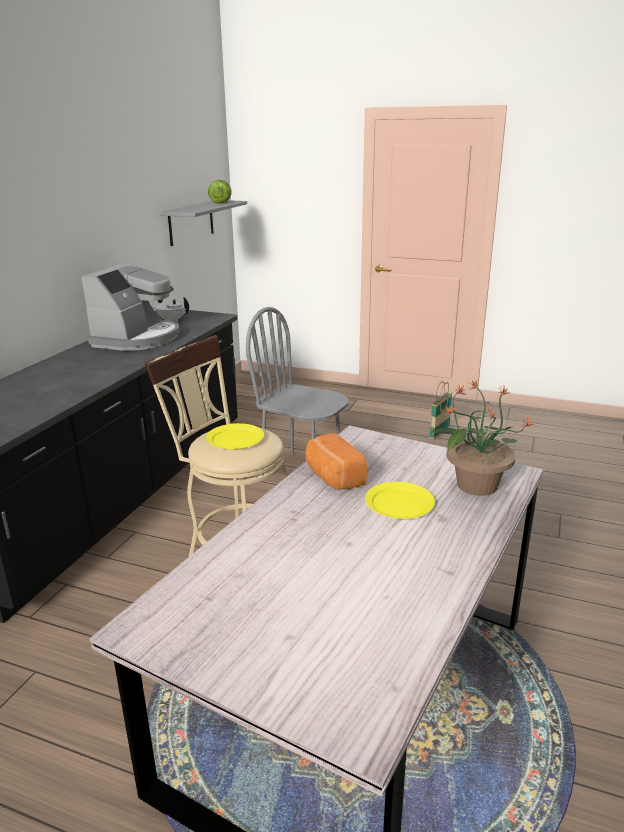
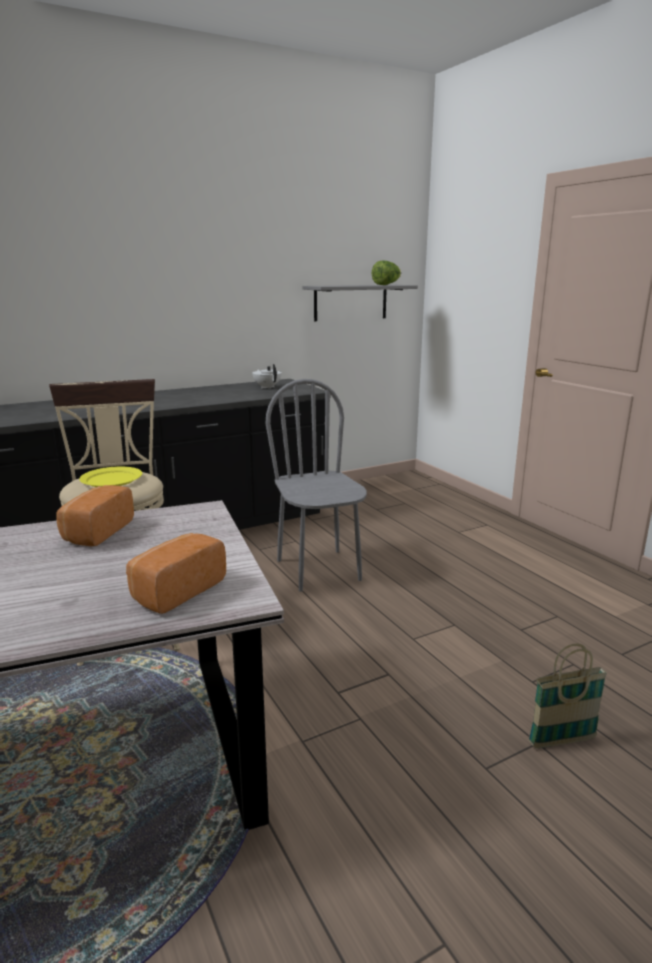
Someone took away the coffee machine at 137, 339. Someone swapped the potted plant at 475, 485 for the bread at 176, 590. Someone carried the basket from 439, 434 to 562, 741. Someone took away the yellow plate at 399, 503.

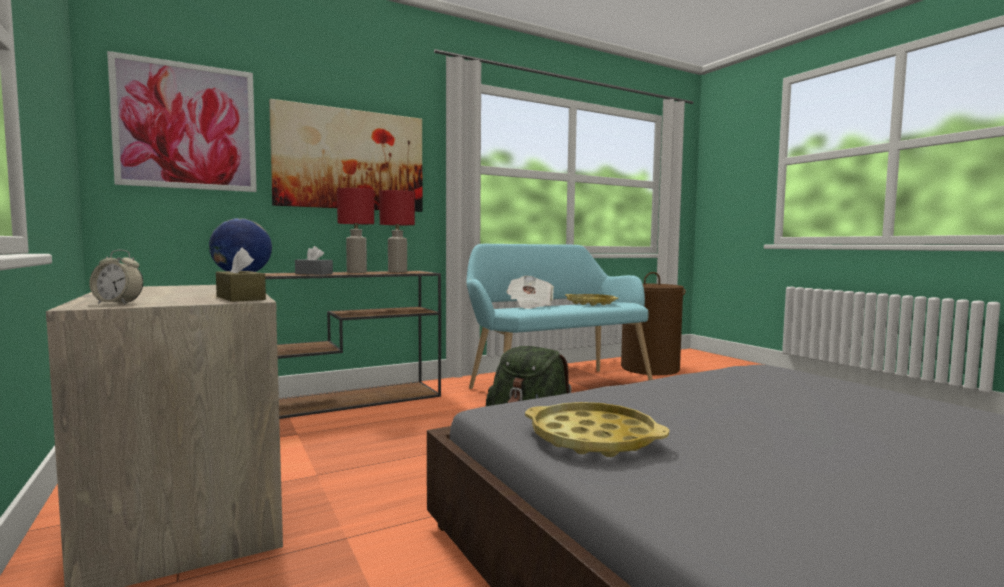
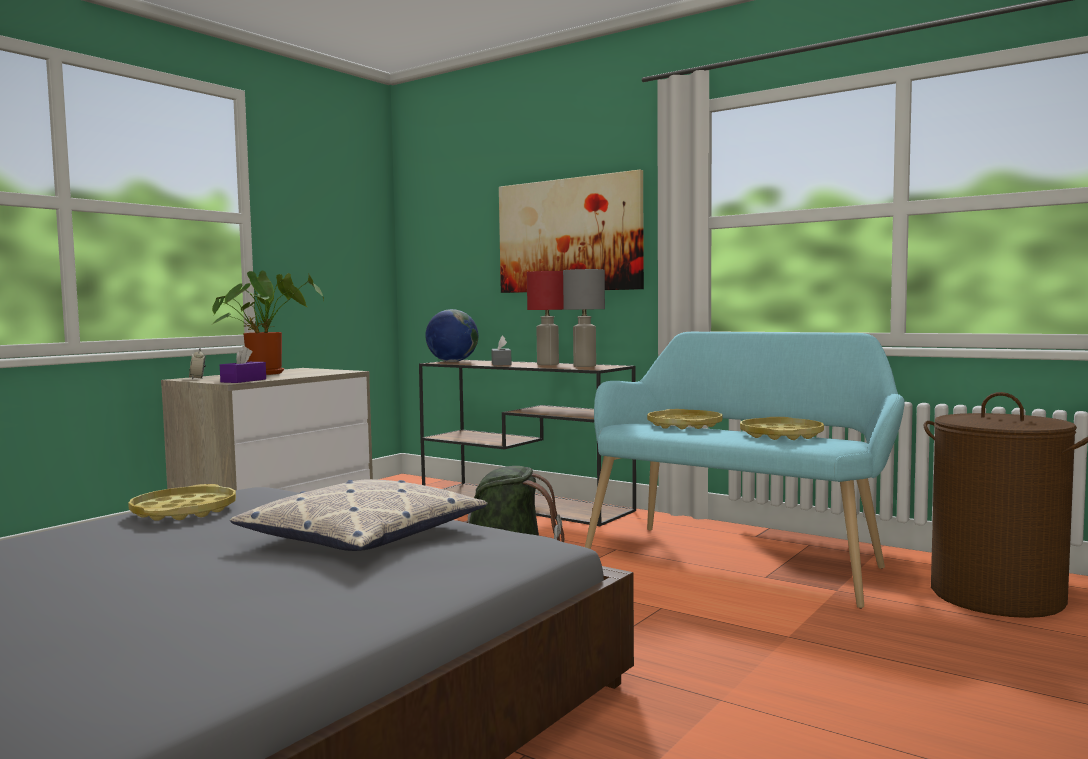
Someone took away the picture at 187, 126. Someone repainted the red table lamp at 398, 272, which became the grey table lamp at 584, 366. Someone repainted the brown tissue box at 240, 298, which became the purple tissue box at 243, 380. Someone swapped the newspaper at 530, 305 for the yellow tray at 684, 425. Someone put down the potted plant at 267, 373. Someone put down the pillow at 363, 535.

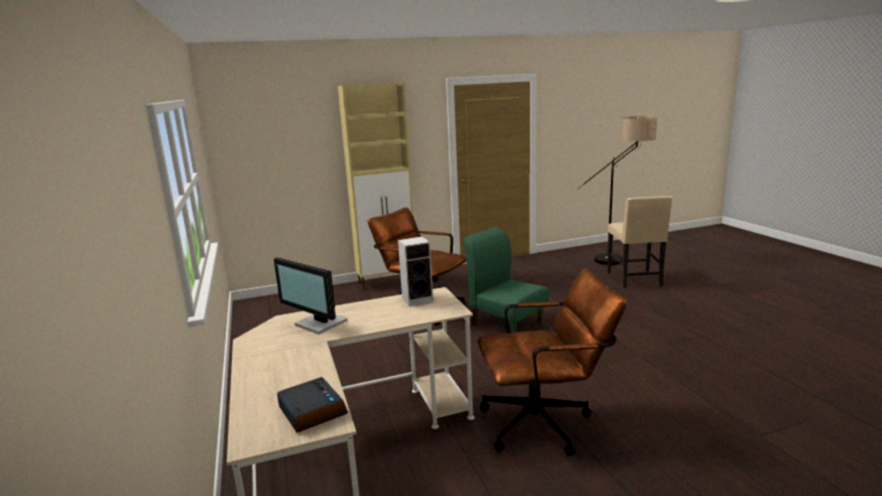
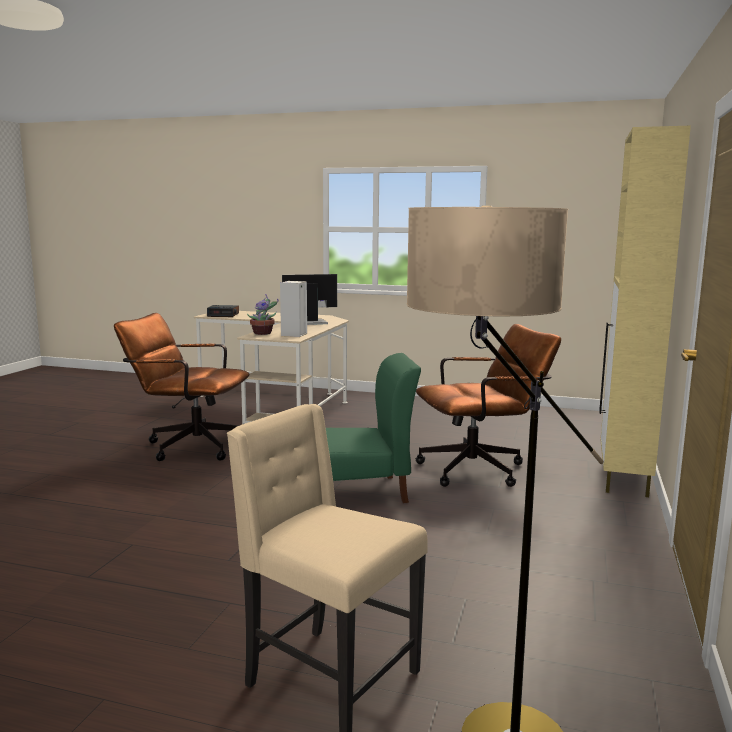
Someone rotated the brown office chair at 545, 423 by 75 degrees clockwise. Someone put down the potted plant at 263, 333.

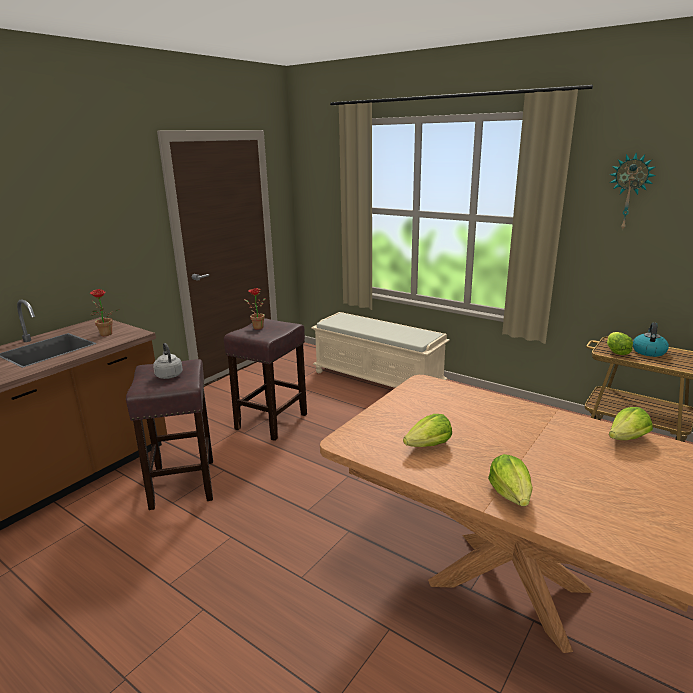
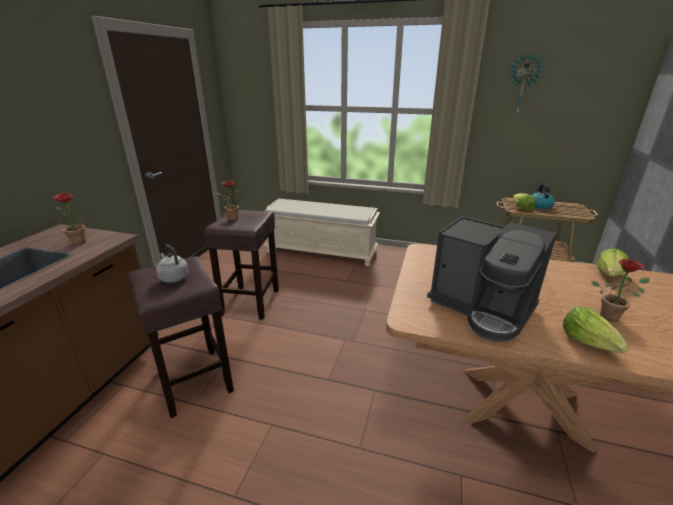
Someone swapped the lettuce at 429, 446 for the coffee machine at 482, 308. Someone put down the potted plant at 611, 316.

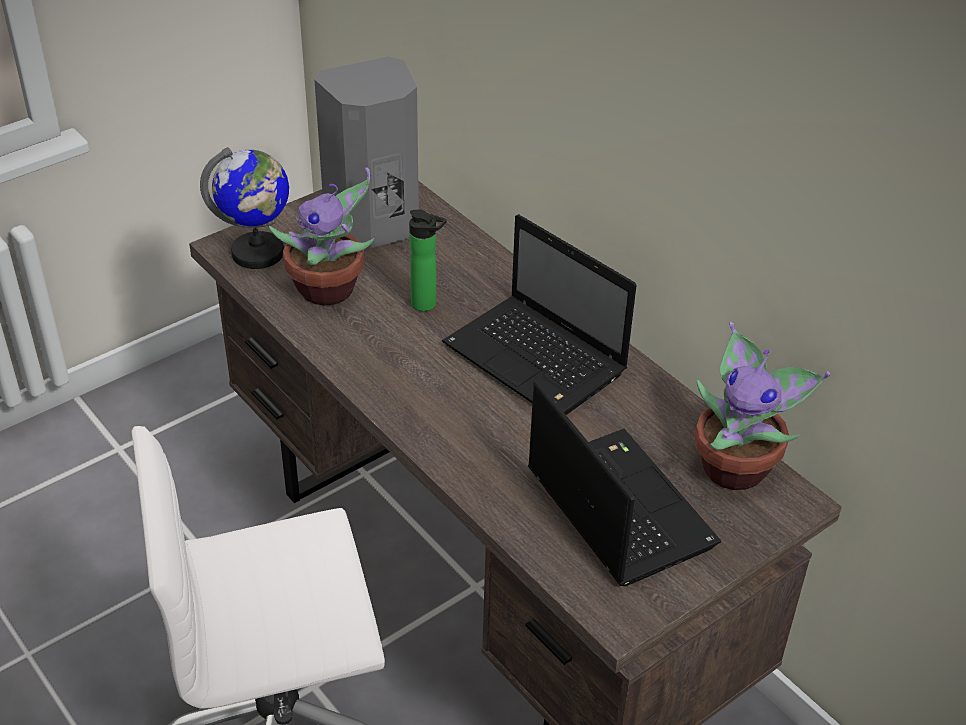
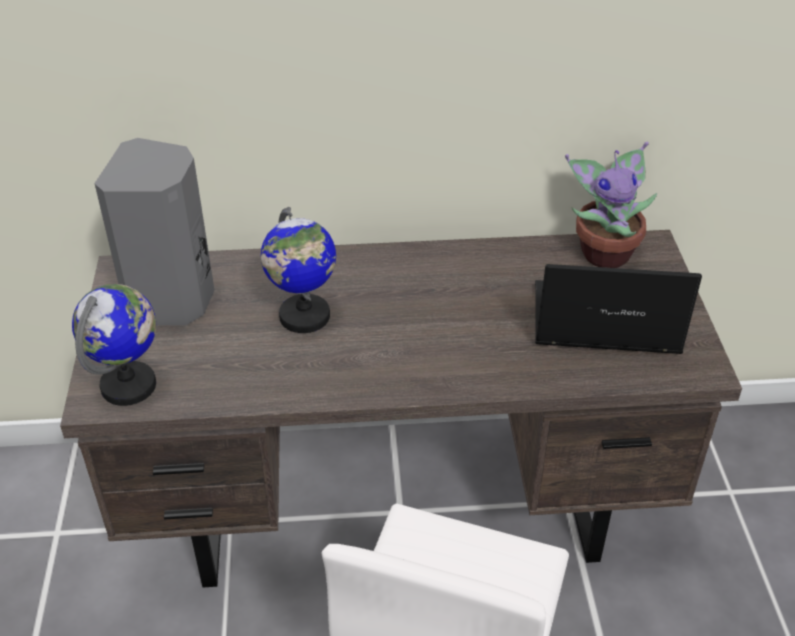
Someone took away the potted plant at 329, 290. Someone swapped the bottle at 427, 305 for the globe at 304, 316. Someone took away the laptop at 538, 360.

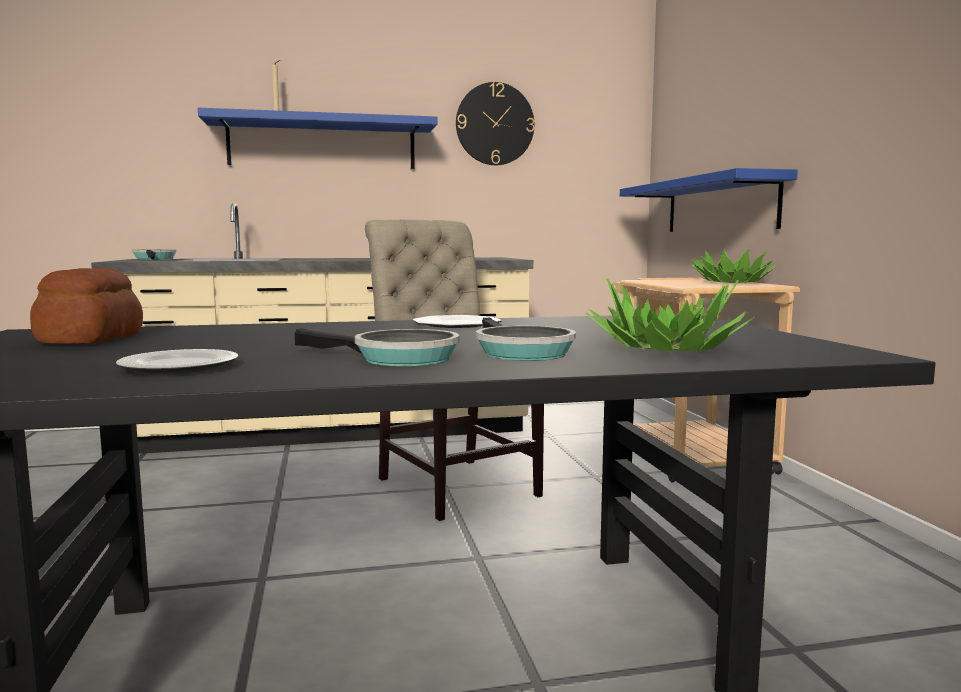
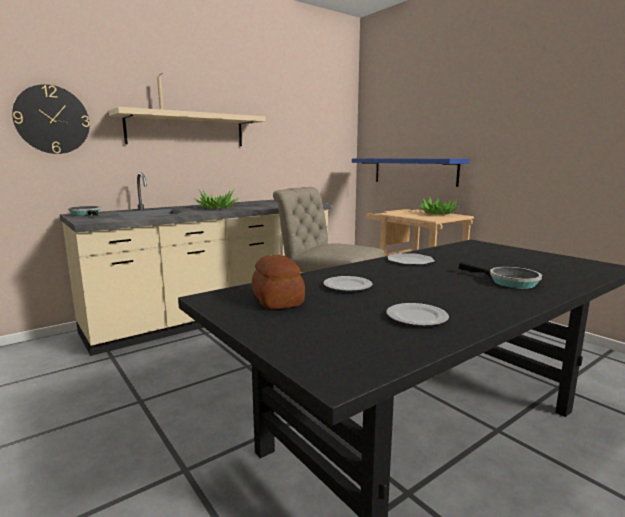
Someone carried the wall clock from 495, 124 to 52, 120. Someone repainted the blue shelf at 322, 144, which became the beige shelf at 186, 130. Someone carried the potted plant from 666, 348 to 217, 208. Someone took away the frying pan at 397, 358. Someone put down the plate at 347, 286.

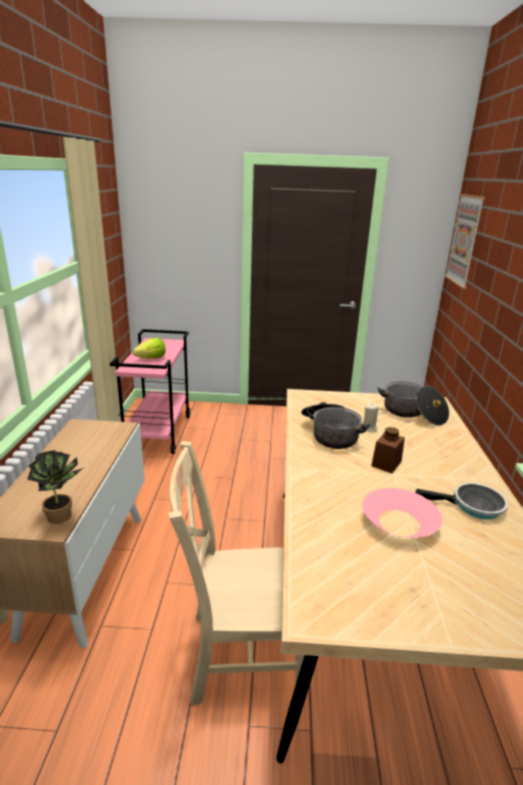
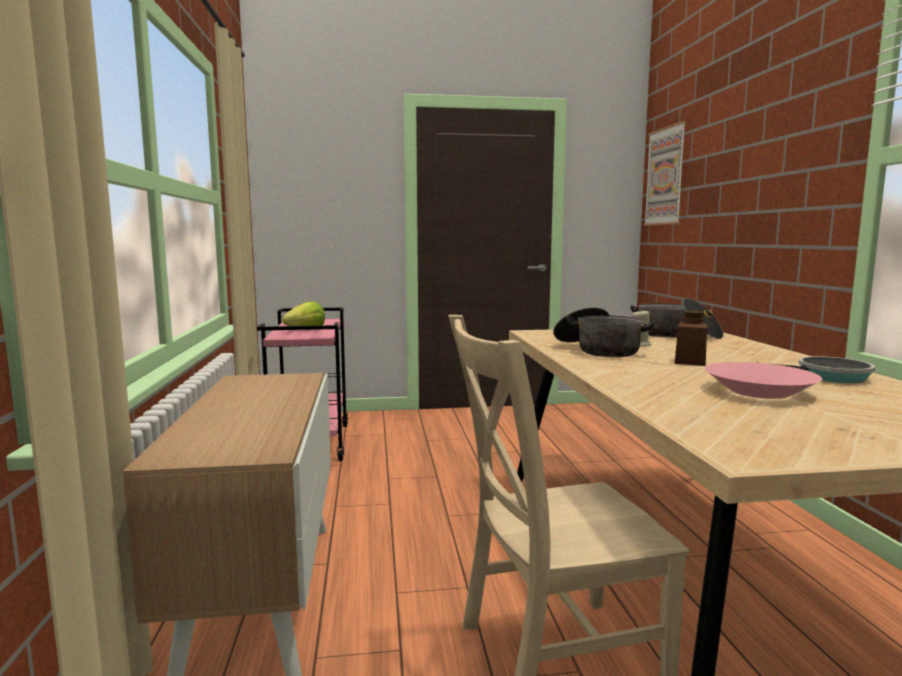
Someone took away the potted plant at 63, 516.

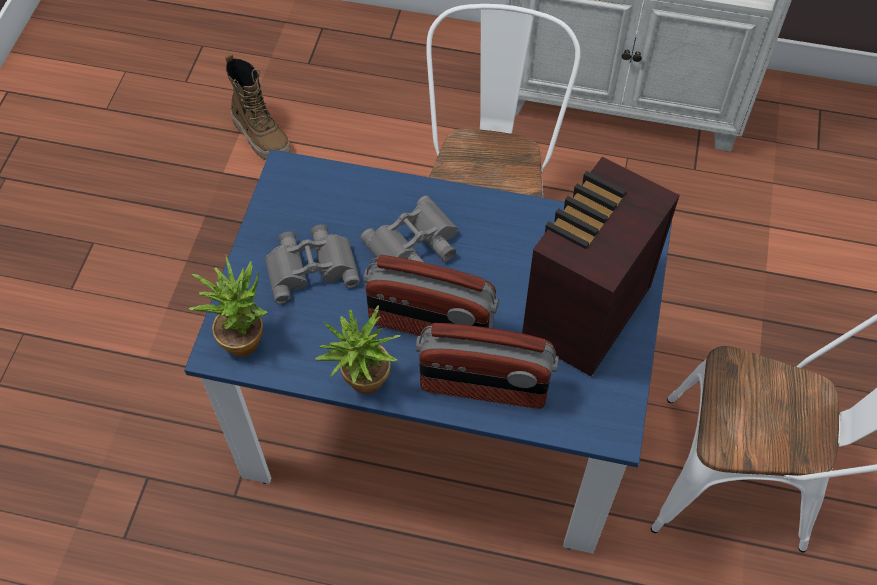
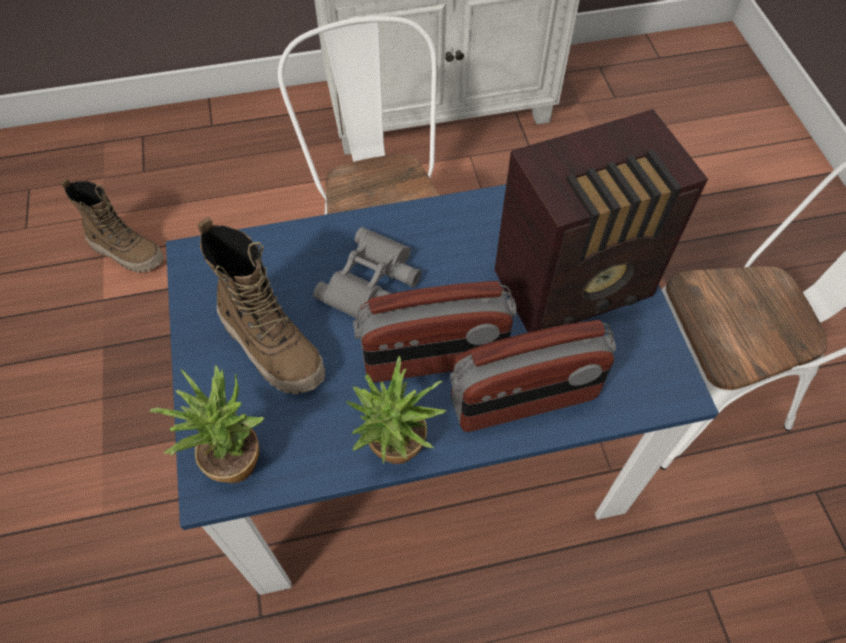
Someone rotated the radio at 582, 313 by 120 degrees counterclockwise. Someone swapped the grey binoculars at 311, 266 for the boot at 273, 347.

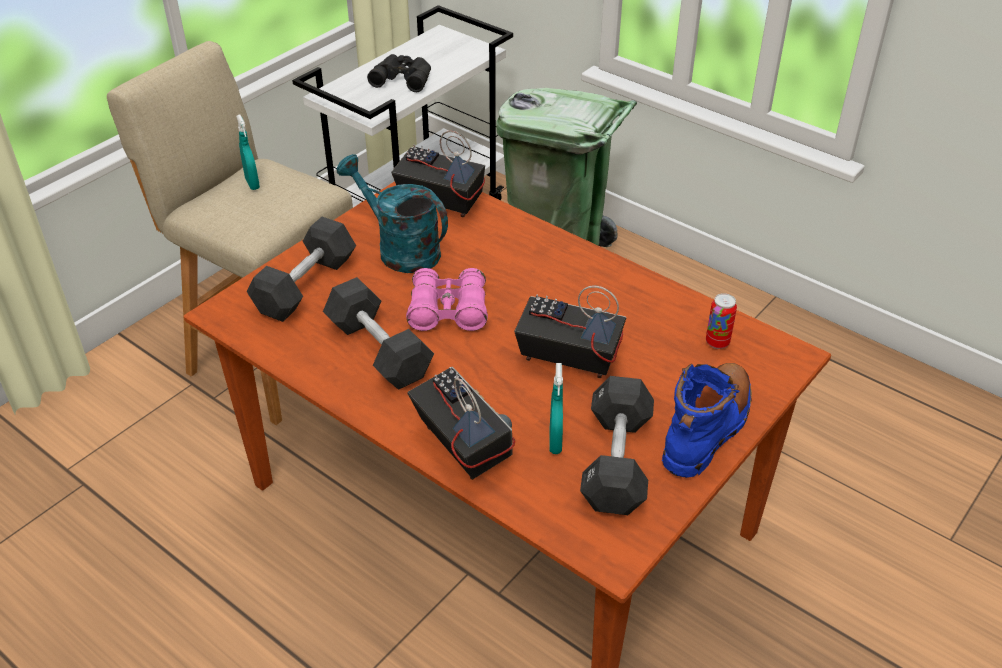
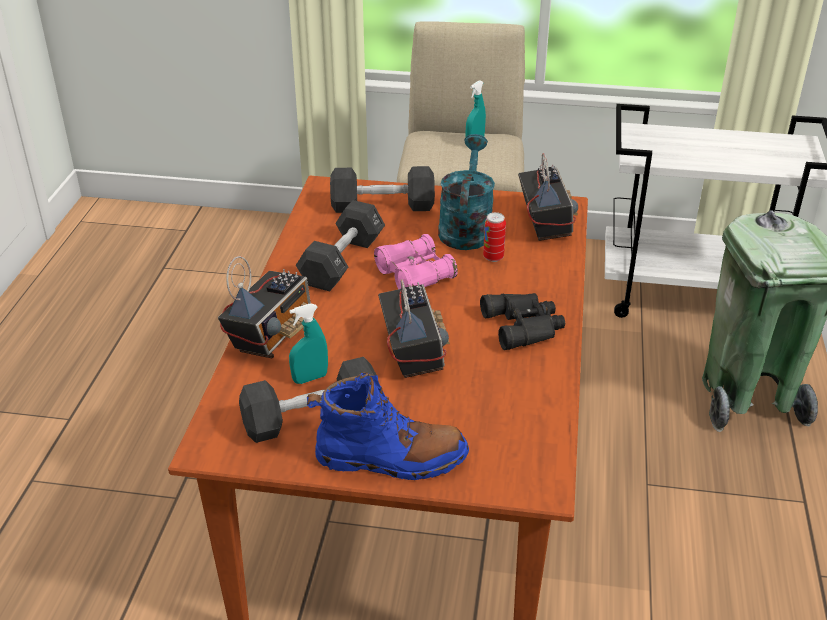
Someone carried the black binoculars from 403, 77 to 525, 325. Someone carried the can from 717, 342 to 493, 257.

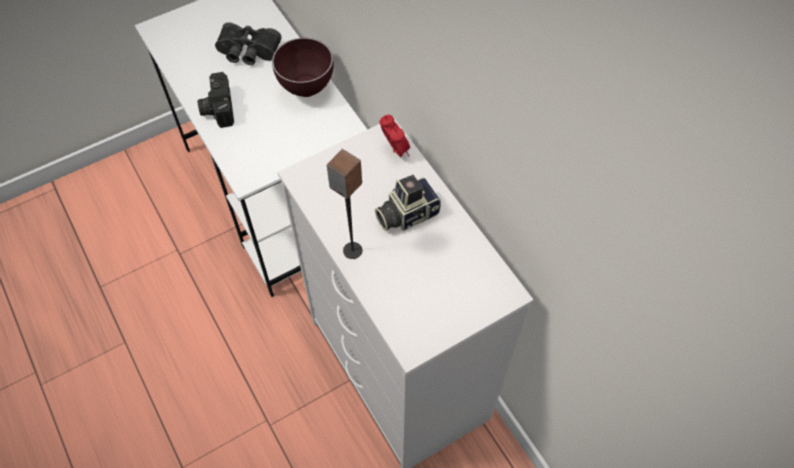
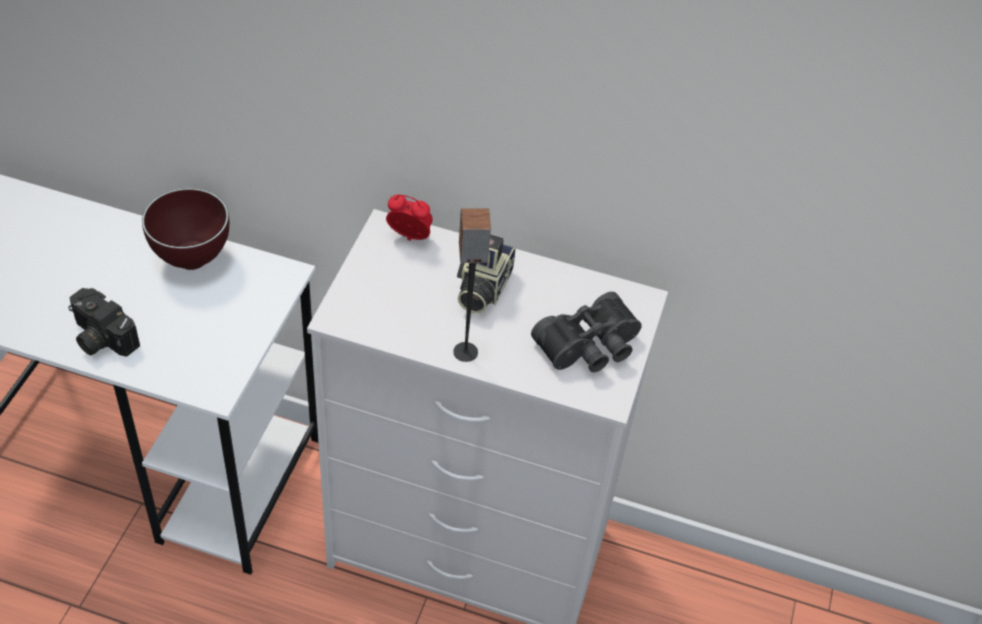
Someone carried the black binoculars from 248, 53 to 590, 347.

